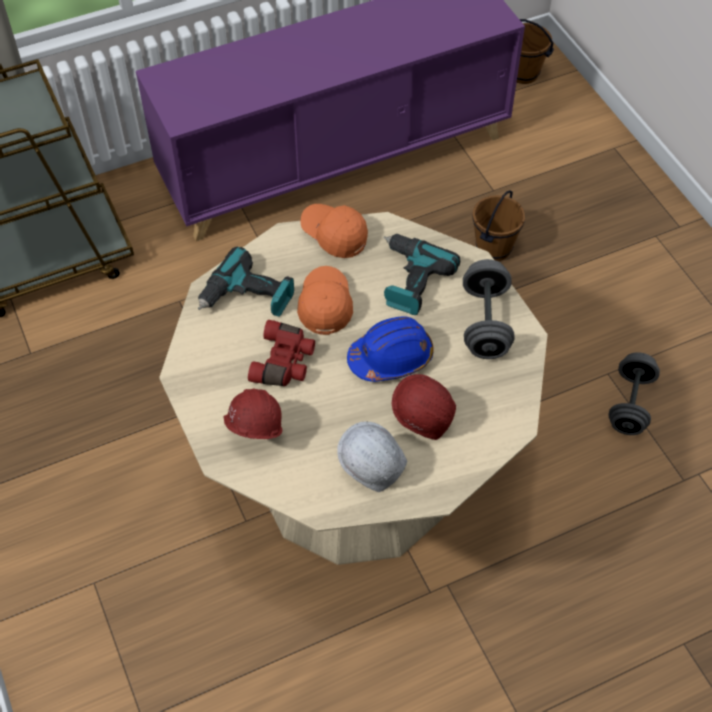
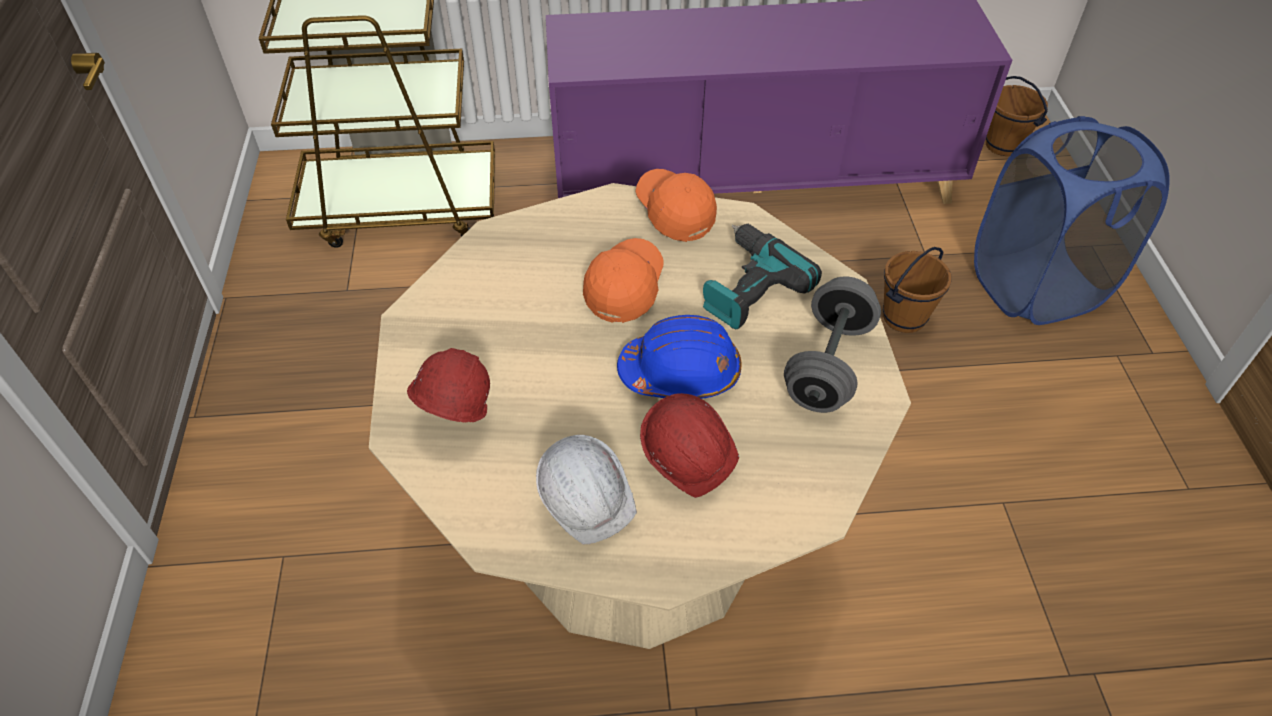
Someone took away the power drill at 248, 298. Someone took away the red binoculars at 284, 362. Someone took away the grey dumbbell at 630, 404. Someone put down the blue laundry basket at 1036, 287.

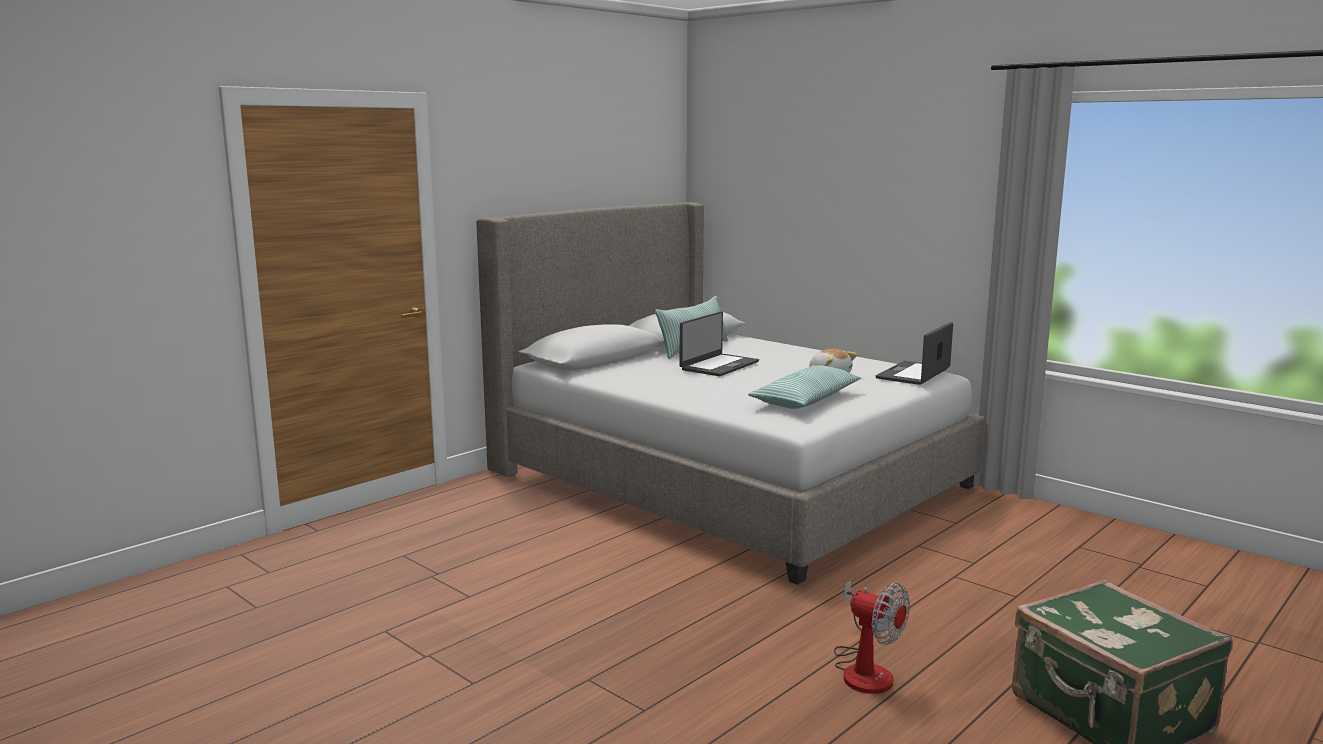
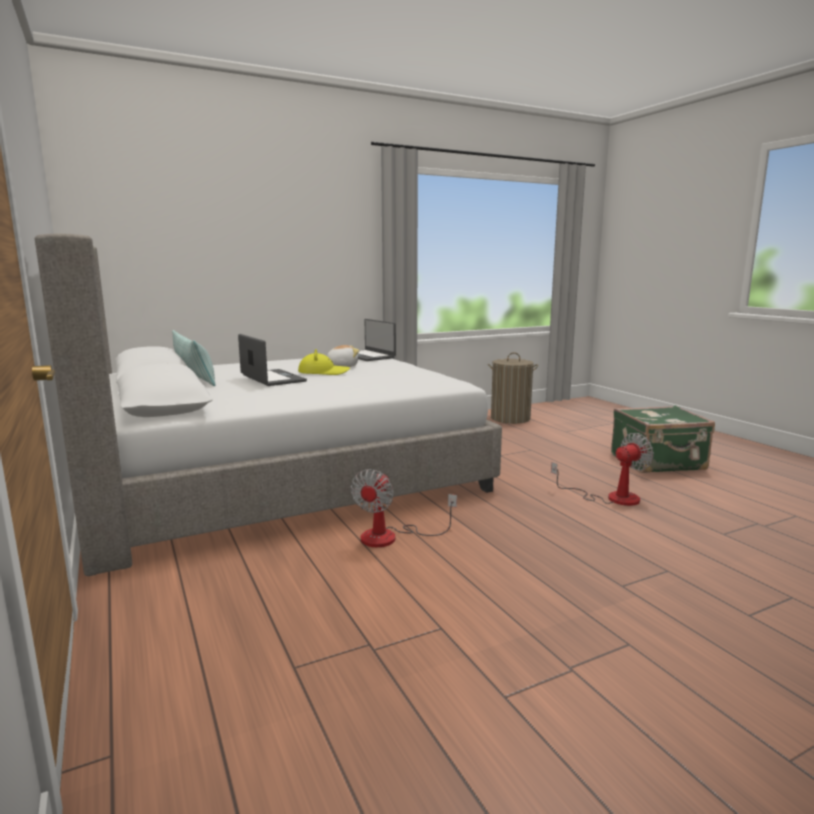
Someone took away the pillow at 806, 400. Someone put down the yellow hat at 323, 372. Someone put down the laundry basket at 510, 418. Someone put down the fan at 391, 537.

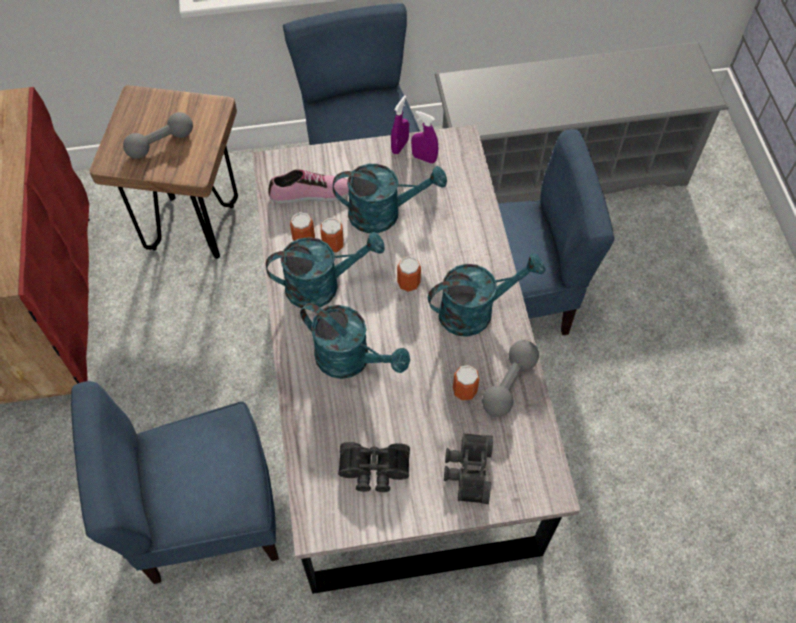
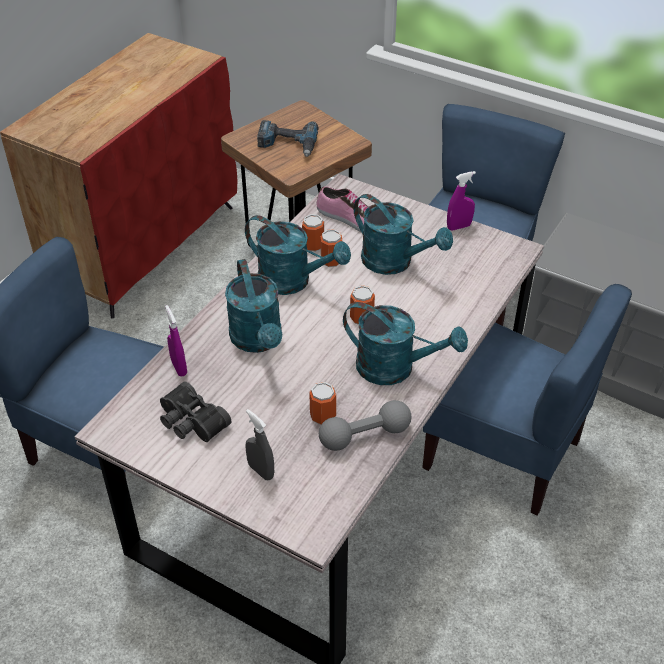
Someone carried the purple spray bottle from 424, 158 to 179, 367. Someone swapped the grey dumbbell at 161, 143 for the power drill at 287, 144. Someone swapped the black binoculars at 467, 471 for the grey spray bottle at 261, 471.

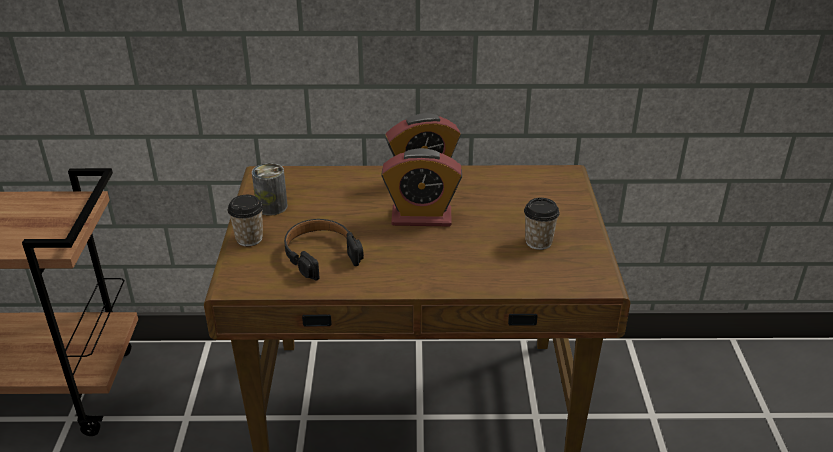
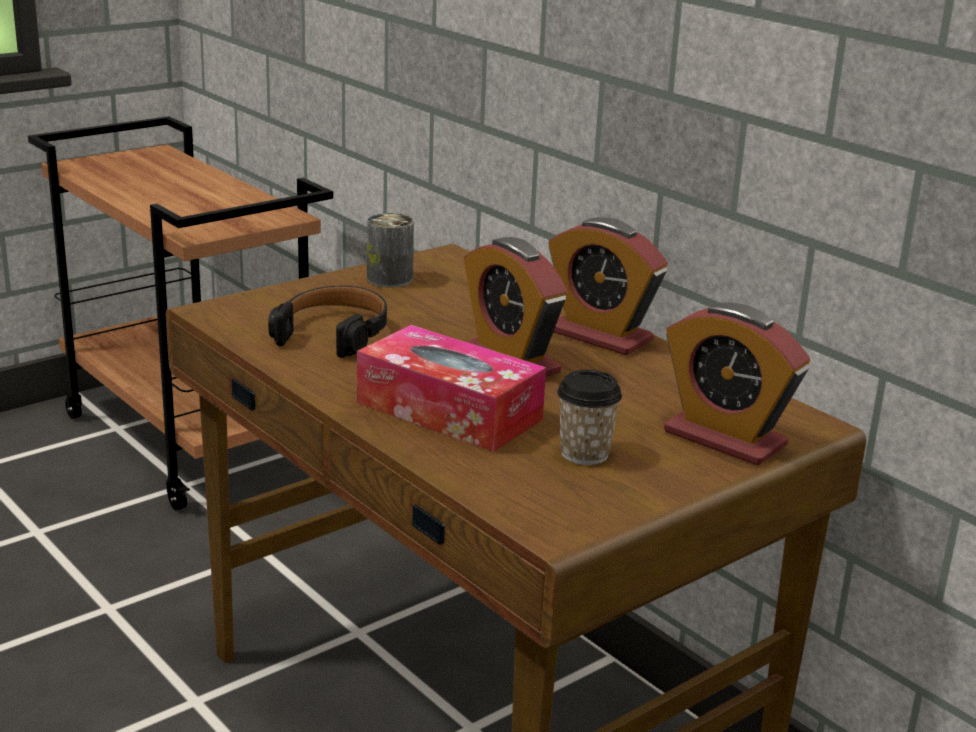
Someone took away the cup at 249, 239. Someone put down the alarm clock at 724, 438. Someone put down the tissue box at 449, 411.

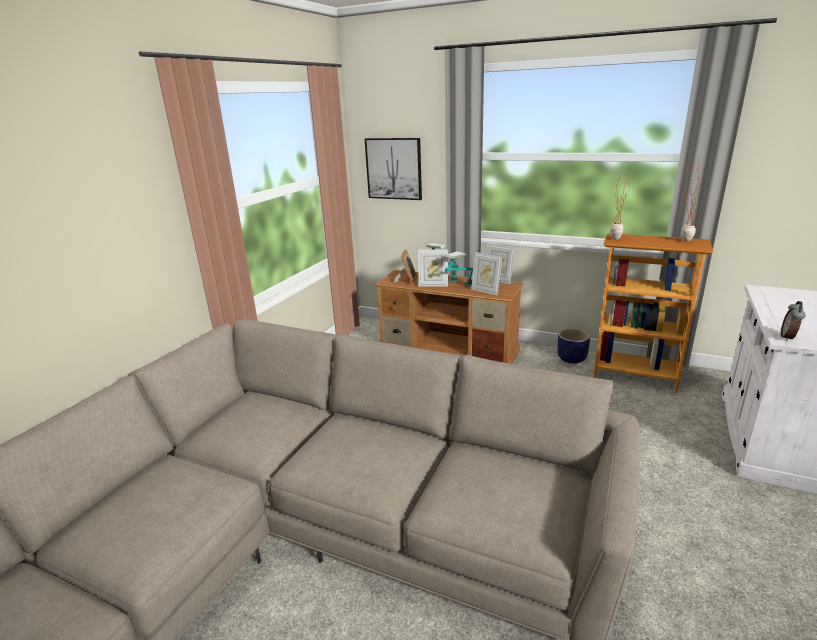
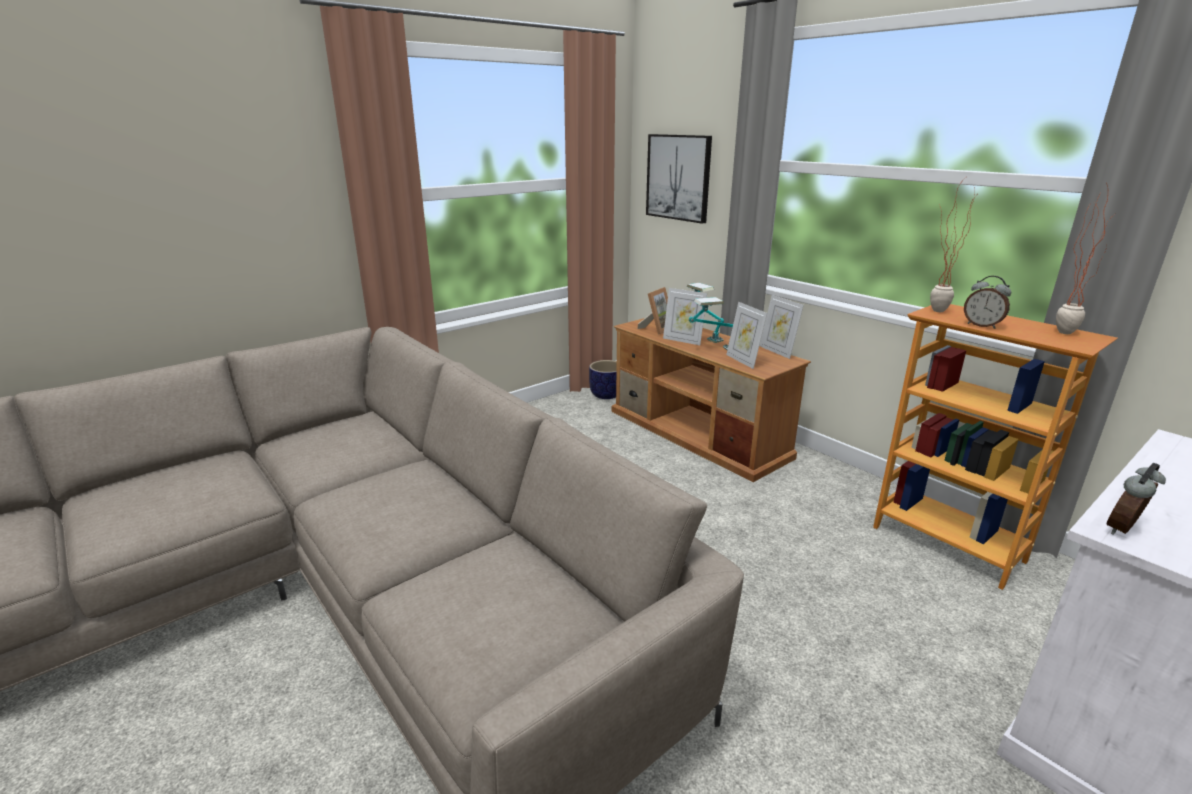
Someone carried the planter from 571, 358 to 606, 395. Someone put down the alarm clock at 982, 325.

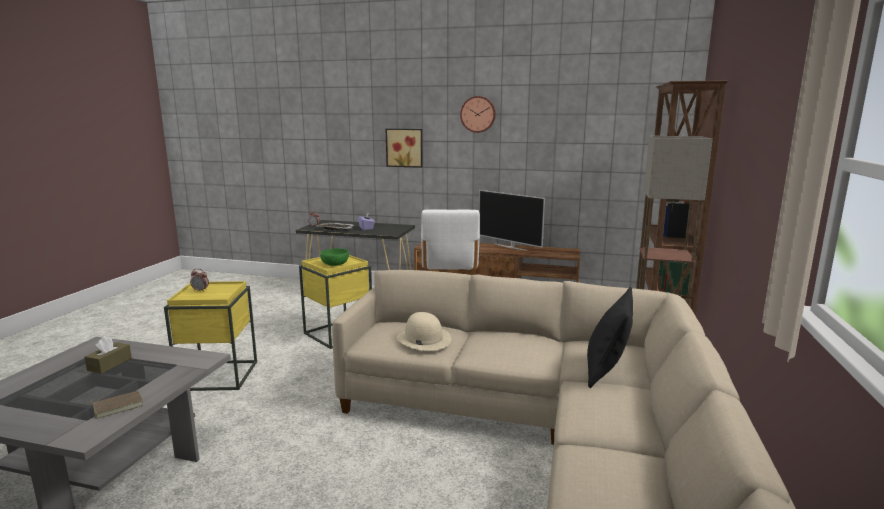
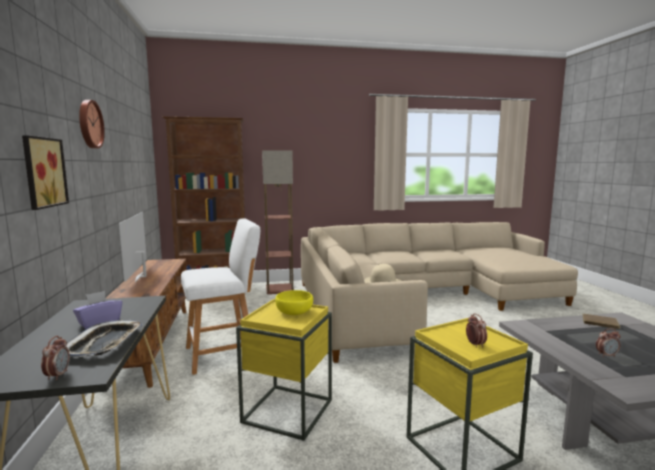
Someone rotated the television at 510, 247 by 150 degrees clockwise. Someone repainted the green bowl at 335, 264, which became the yellow bowl at 293, 312. Someone took away the black pillow at 606, 371. Someone swapped the brown tissue box at 110, 364 for the alarm clock at 606, 355.

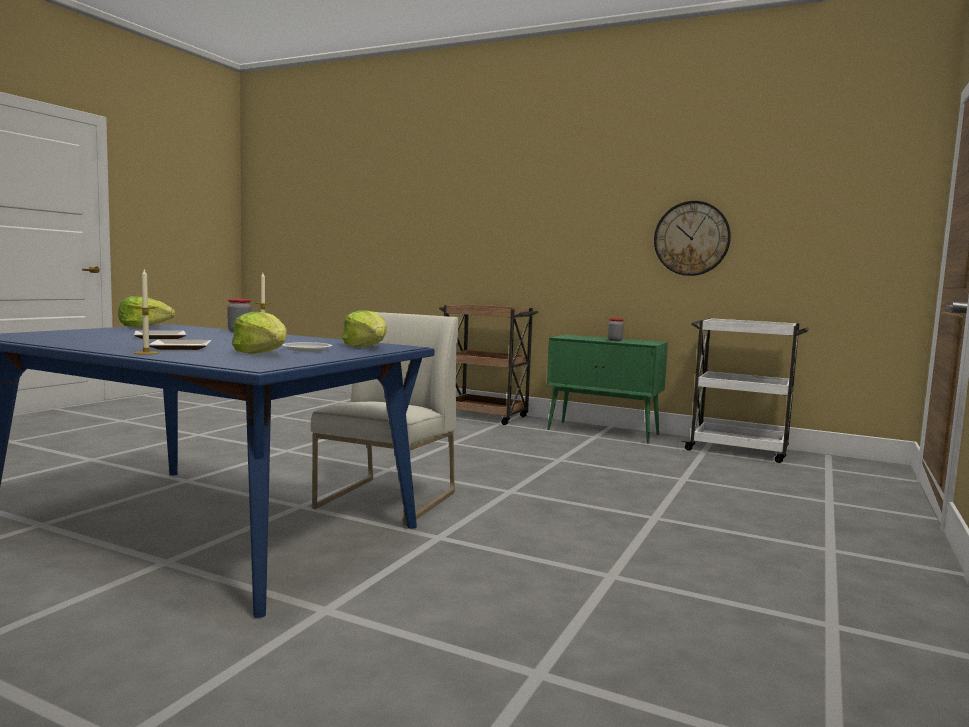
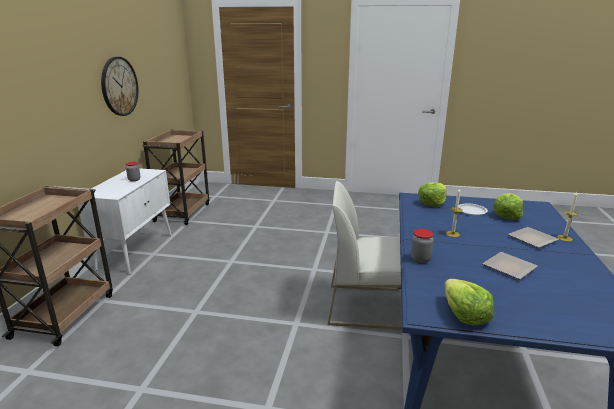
Someone repainted the white cart at 739, 451, which became the brown cart at 183, 212. Someone repainted the green cabinet at 604, 432, which became the white cabinet at 136, 251.

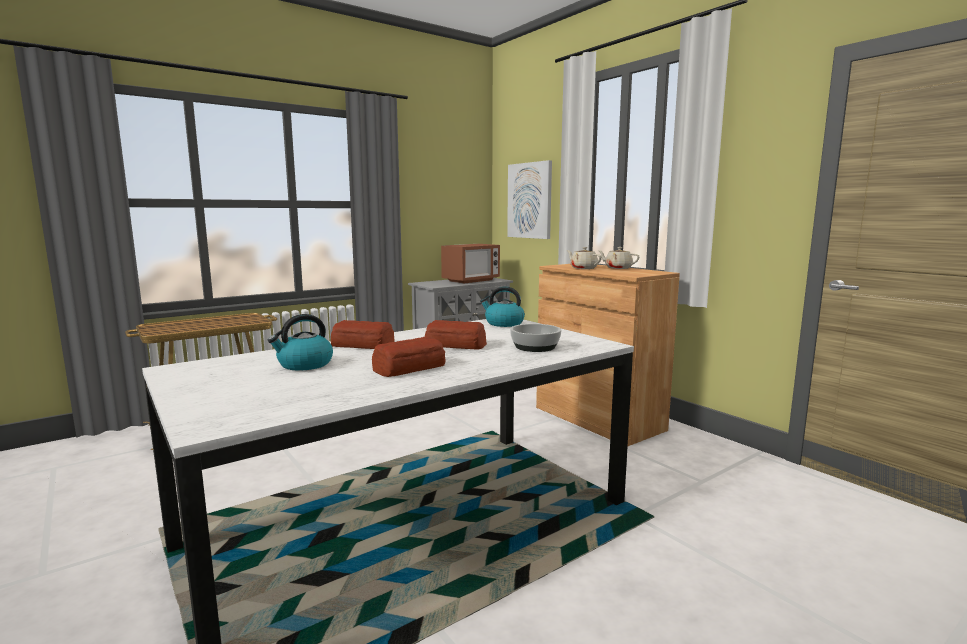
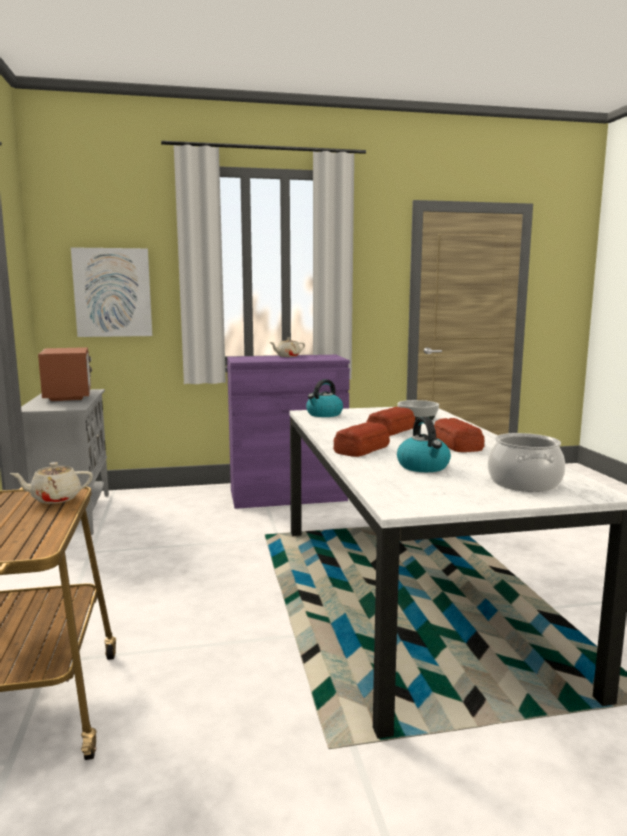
Someone carried the beige teapot from 583, 268 to 55, 498. Someone repainted the brown cabinet at 598, 418, which became the purple cabinet at 287, 495. Someone put down the cooking pot at 525, 483.

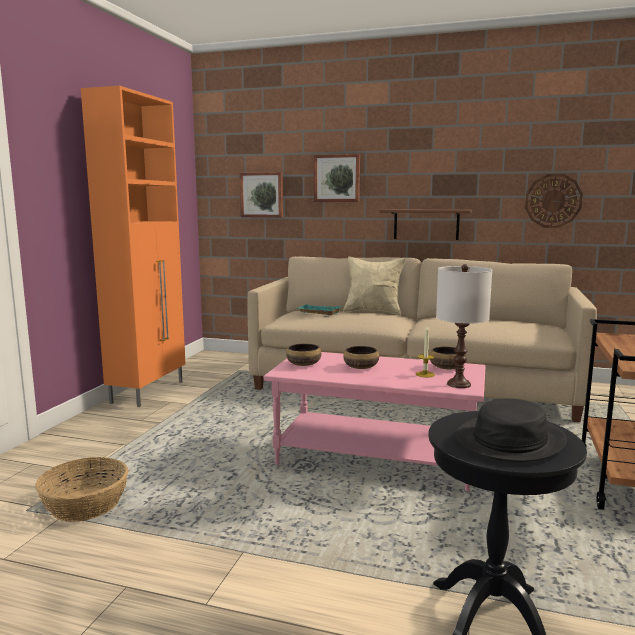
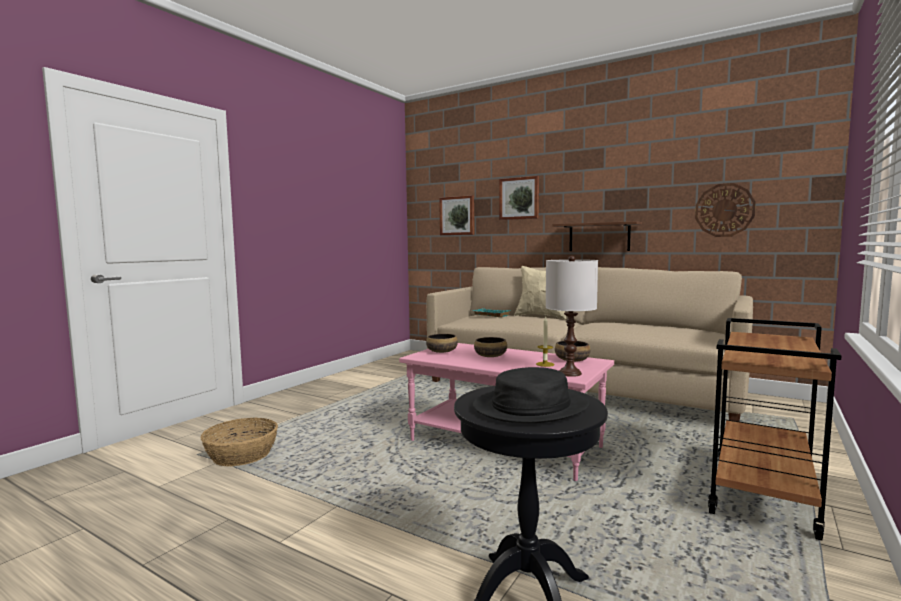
Someone took away the orange cabinet at 149, 391.

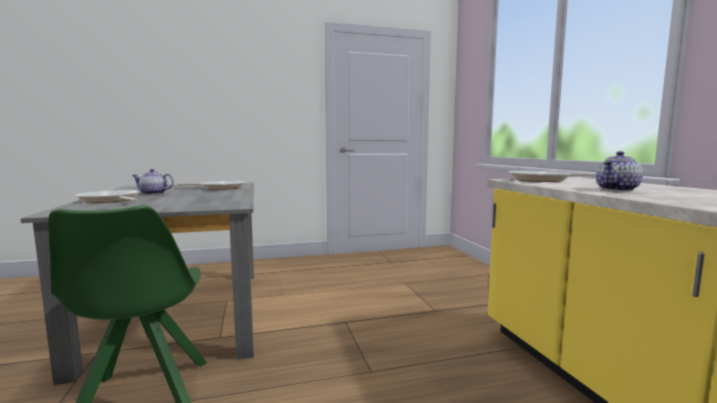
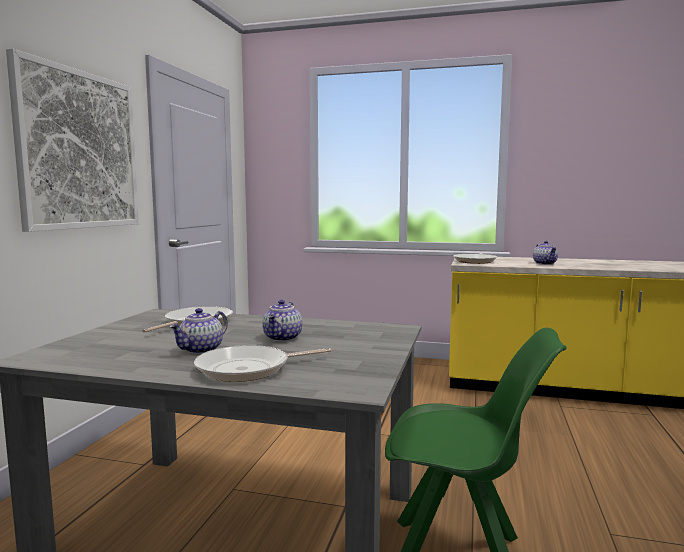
Someone put up the picture at 79, 150. Someone put down the teapot at 283, 338.

